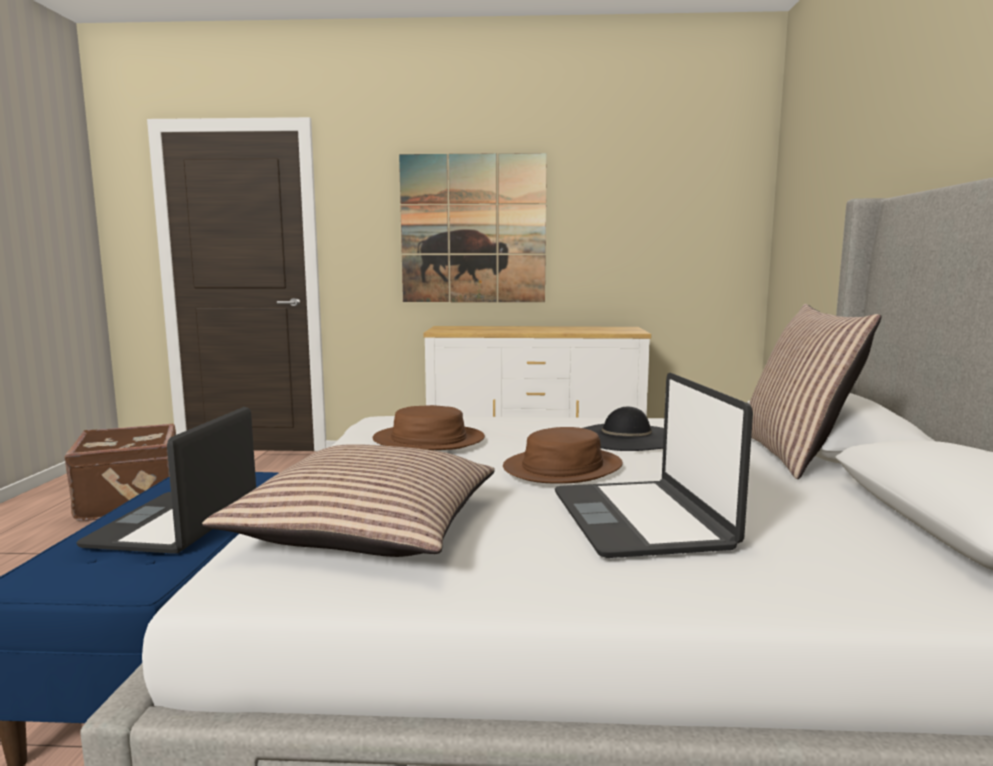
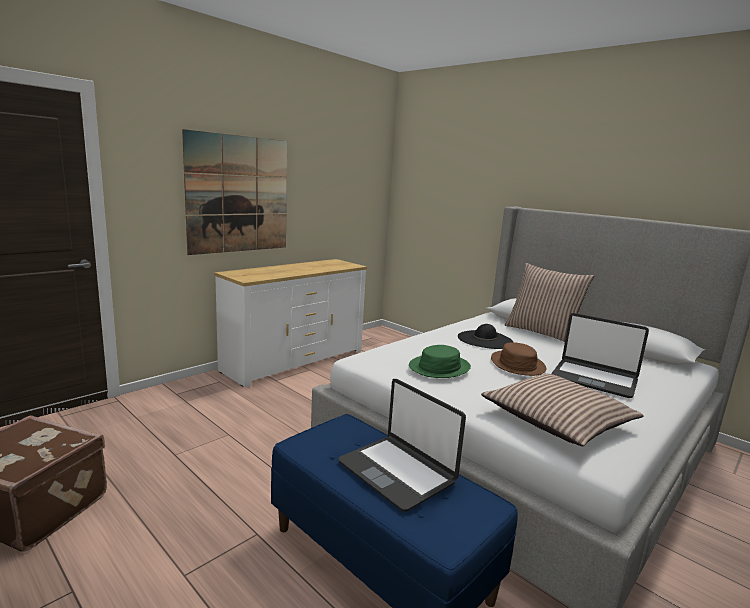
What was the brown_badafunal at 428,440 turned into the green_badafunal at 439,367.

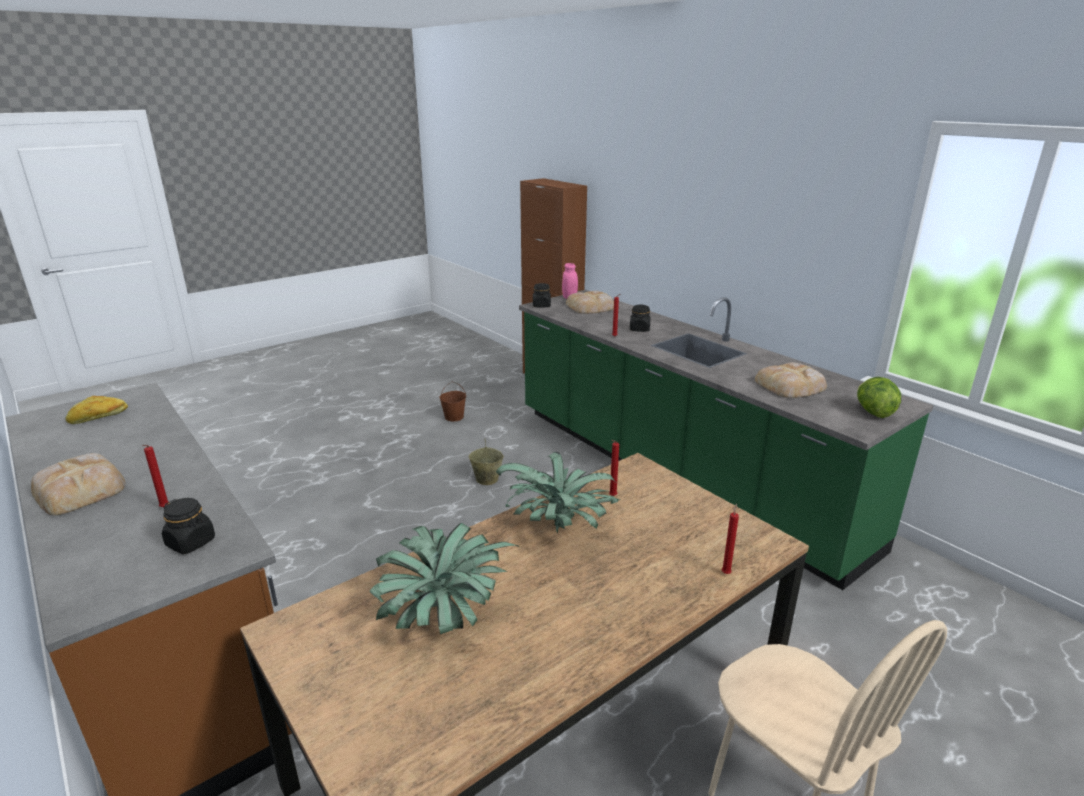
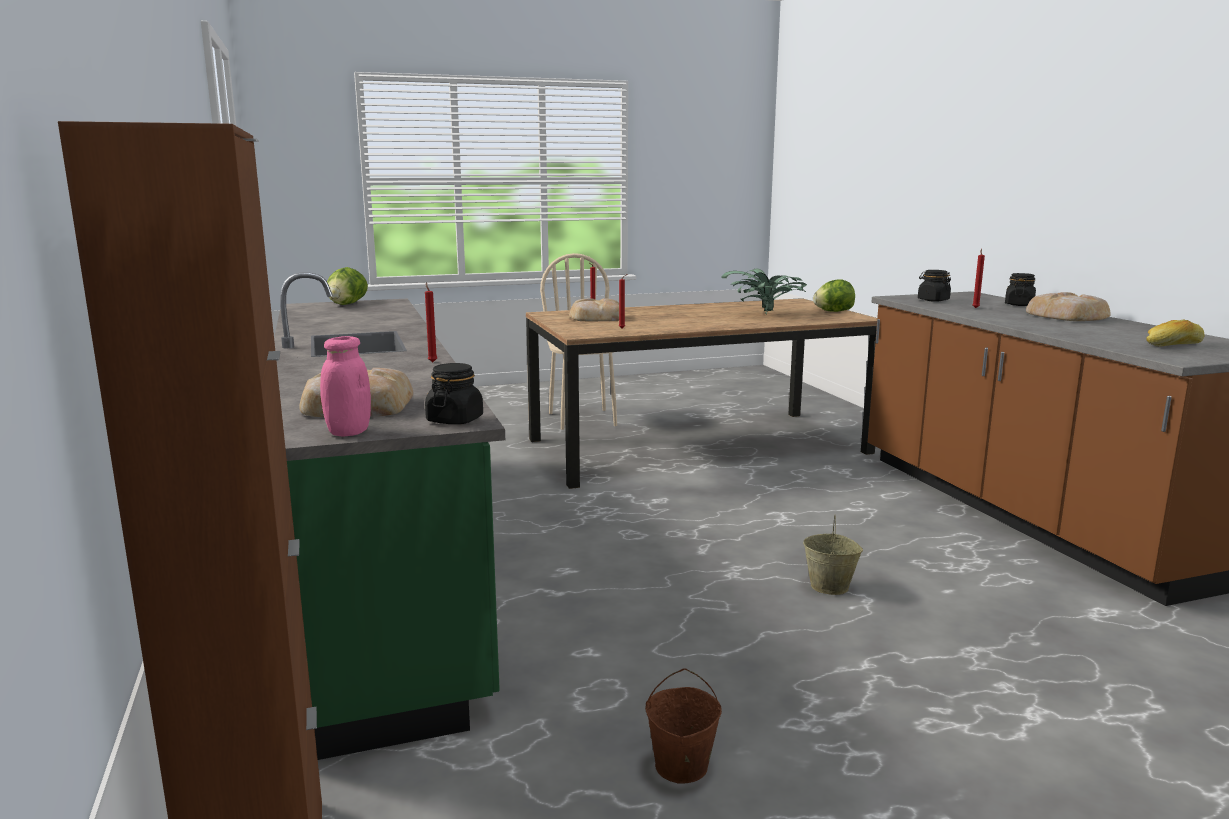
The second view lost the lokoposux at 560,529.
The second view gained the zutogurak at 833,311.
The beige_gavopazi ended up elsewhere, having gone from 486,479 to 830,587.
The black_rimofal ended up elsewhere, having gone from 639,329 to 1019,304.
The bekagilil ended up elsewhere, having gone from 791,386 to 596,317.

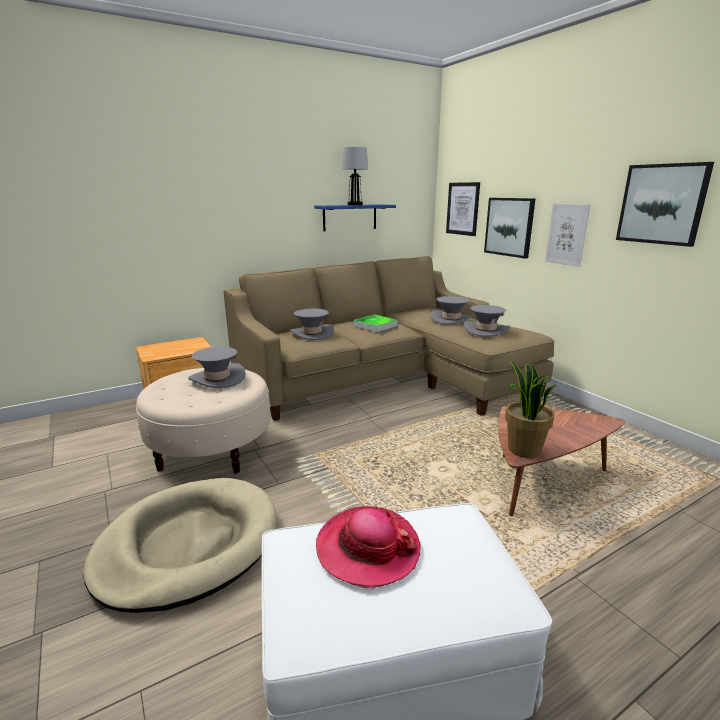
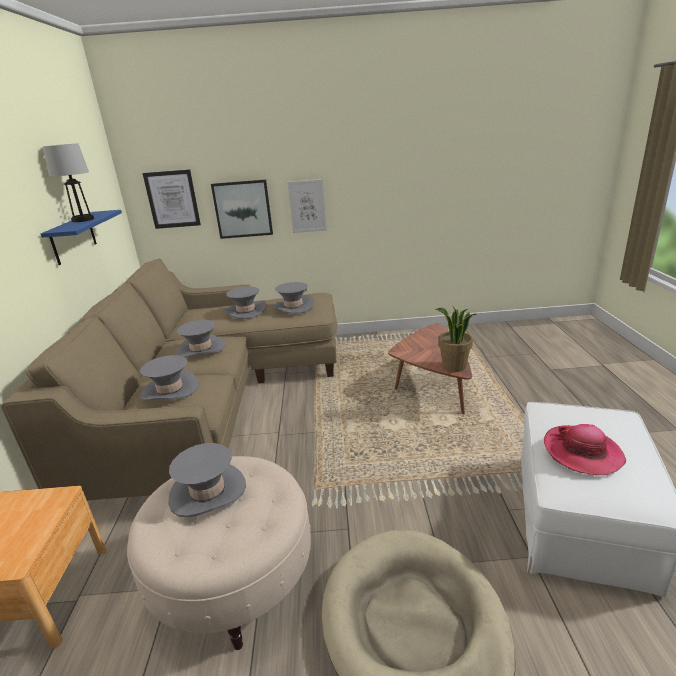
The second view lost the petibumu at 662,204.
Where the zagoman stood at 375,325, the grey_badafunal came to stand at 201,349.

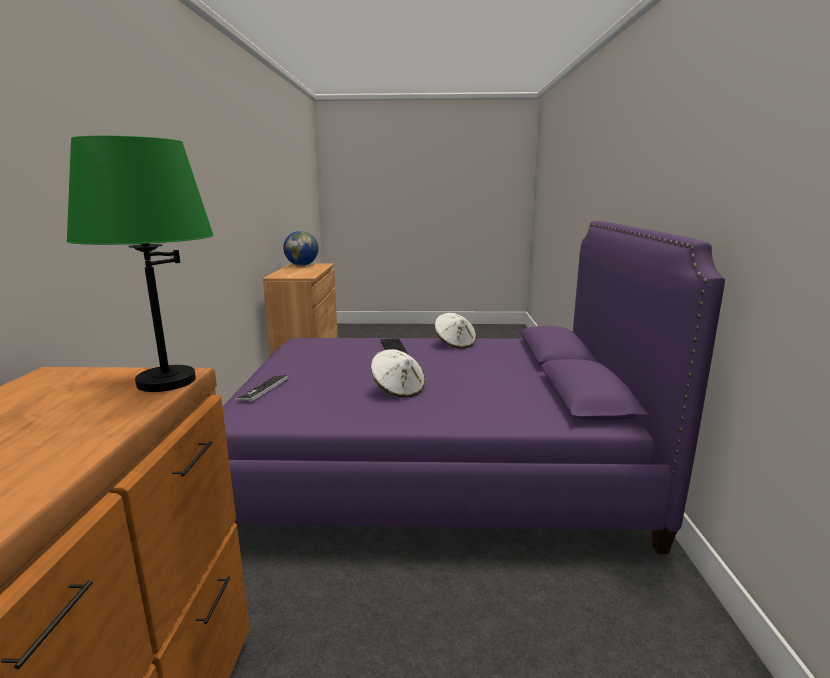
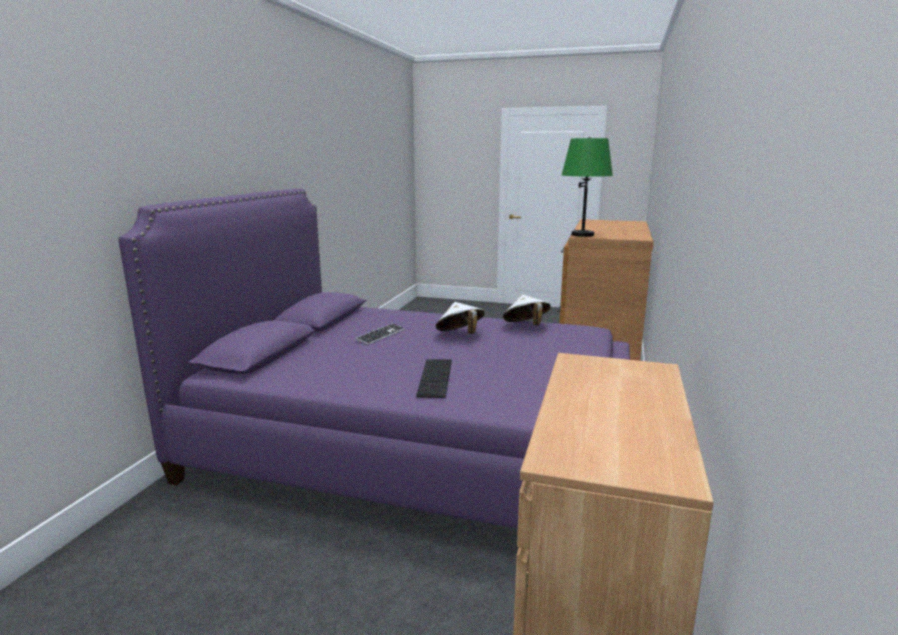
The second view lost the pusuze at 302,265.
The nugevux ended up elsewhere, having gone from 263,389 to 381,335.
The white_badafunal ended up elsewhere, having gone from 455,344 to 526,326.

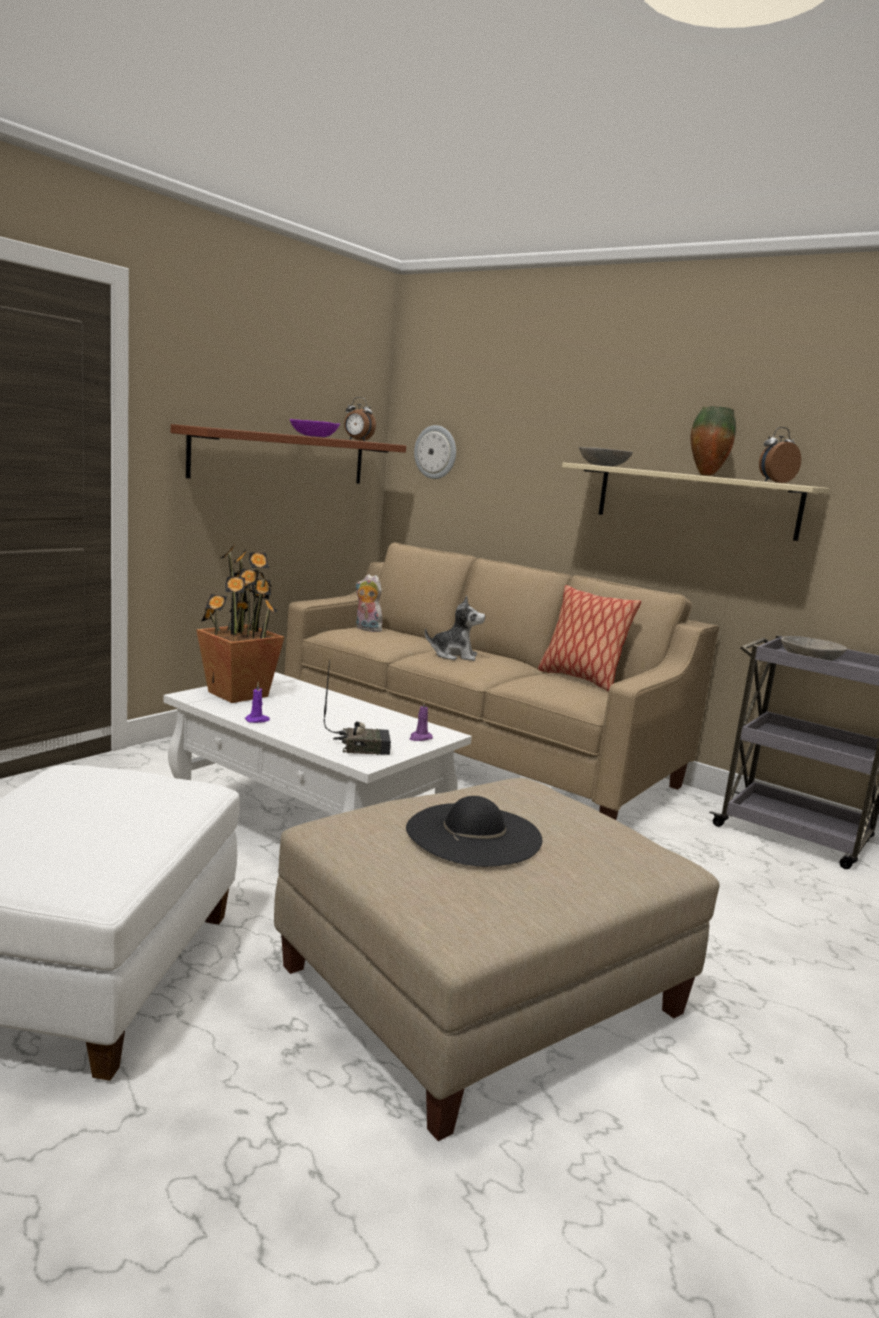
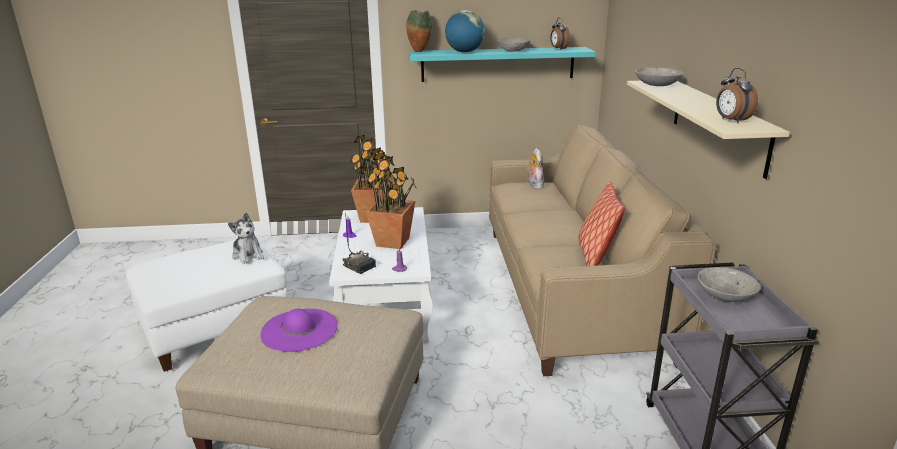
The second view lost the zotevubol at 436,452.
The second view gained the lokoposux at 393,242.
The second view gained the pusuze at 464,52.
The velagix ended up elsewhere, having gone from 454,656 to 248,255.
The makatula ended up elsewhere, having gone from 705,475 to 419,51.
What was the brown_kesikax at 282,457 turned into the turquoise_kesikax at 497,64.
What was the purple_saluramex at 313,436 turned into the grey_saluramex at 513,50.
What was the black_badafunal at 473,834 turned into the purple_badafunal at 299,330.
The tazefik at 774,482 ended up facing another way, 135 degrees counterclockwise from before.

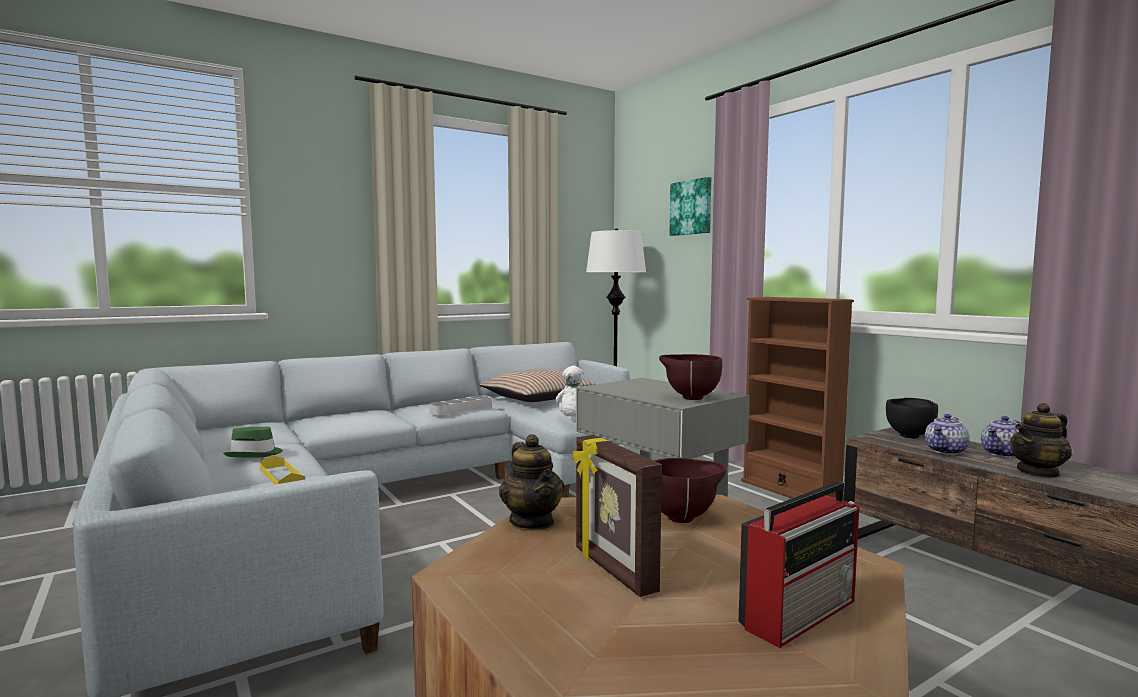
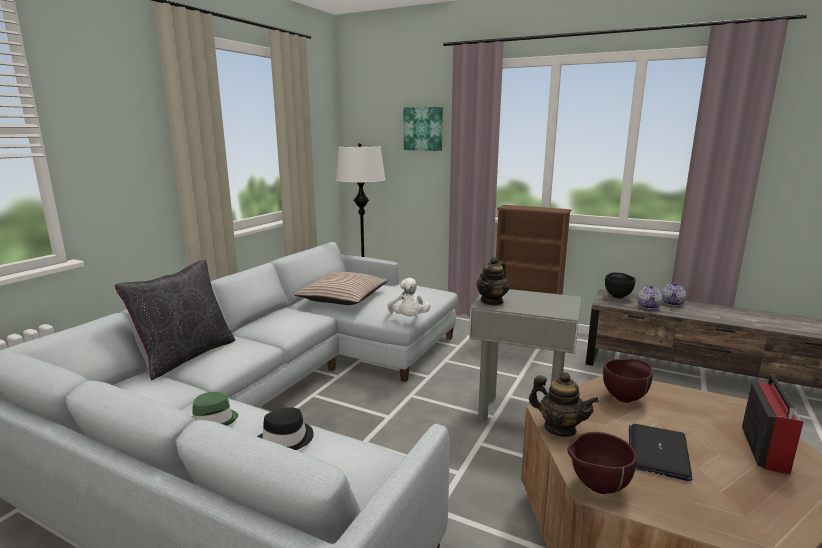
The second view lost the grey_zagoman at 461,409.
The second view gained the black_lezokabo at 186,356.
The brown_saluramex ended up elsewhere, having gone from 689,398 to 596,487.
The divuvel ended up elsewhere, having gone from 1038,472 to 492,301.
Where the yellow_zagoman stood at 281,476, the black_badafunal came to stand at 287,439.
Where the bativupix stood at 612,570, the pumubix came to stand at 658,452.

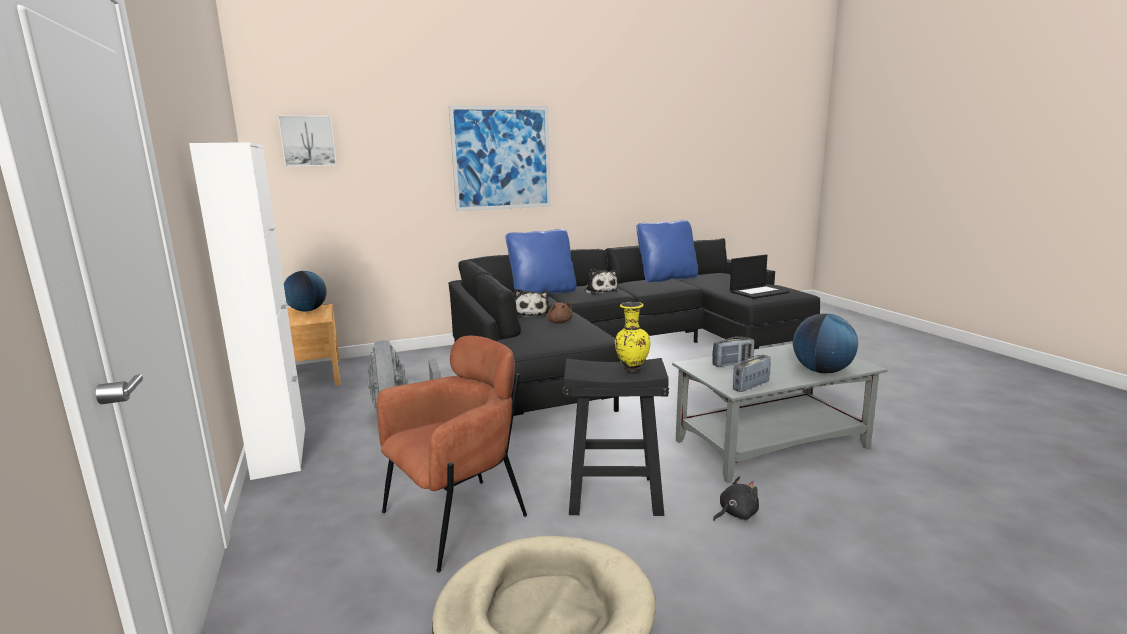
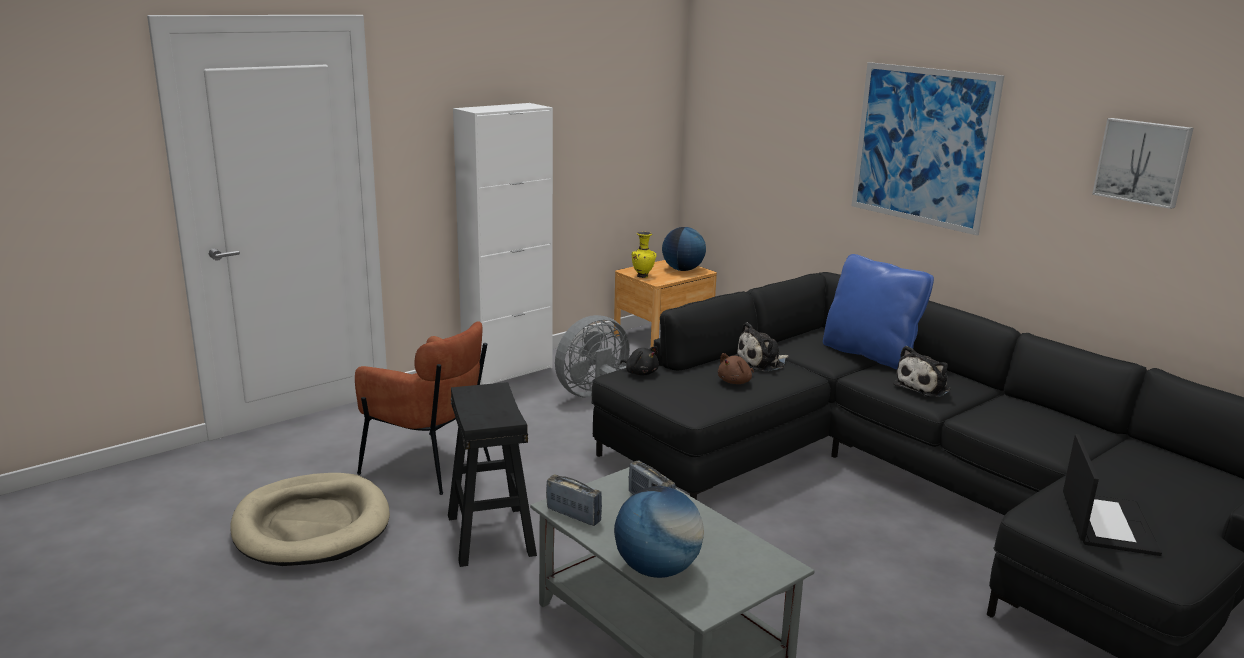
The second view lost the blue_lezokabo at 667,279.
The petibumu ended up elsewhere, having gone from 308,141 to 1142,162.
The yellow_makatula ended up elsewhere, having gone from 631,370 to 643,276.
The black_velagix ended up elsewhere, having gone from 736,514 to 640,373.
The pumubix at 759,292 ended up facing another way, 120 degrees counterclockwise from before.

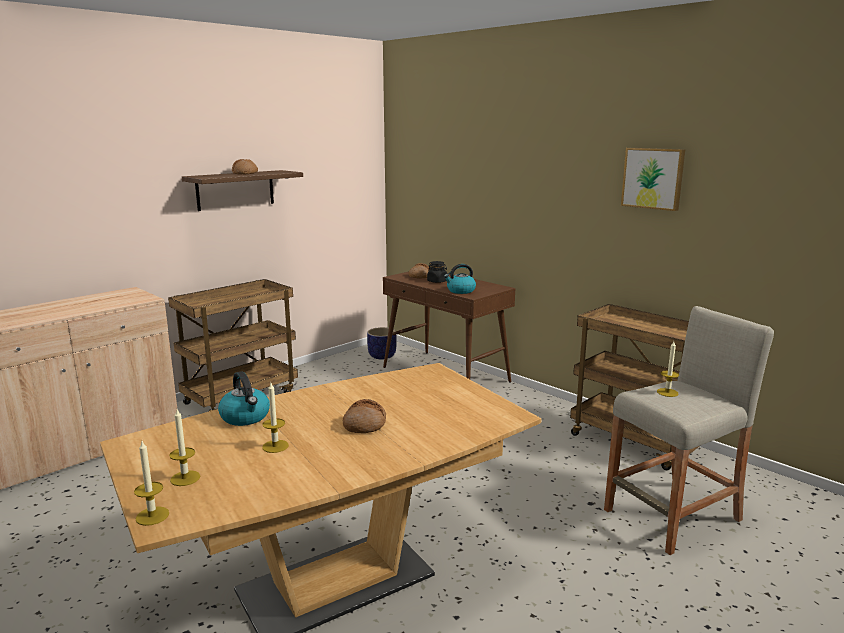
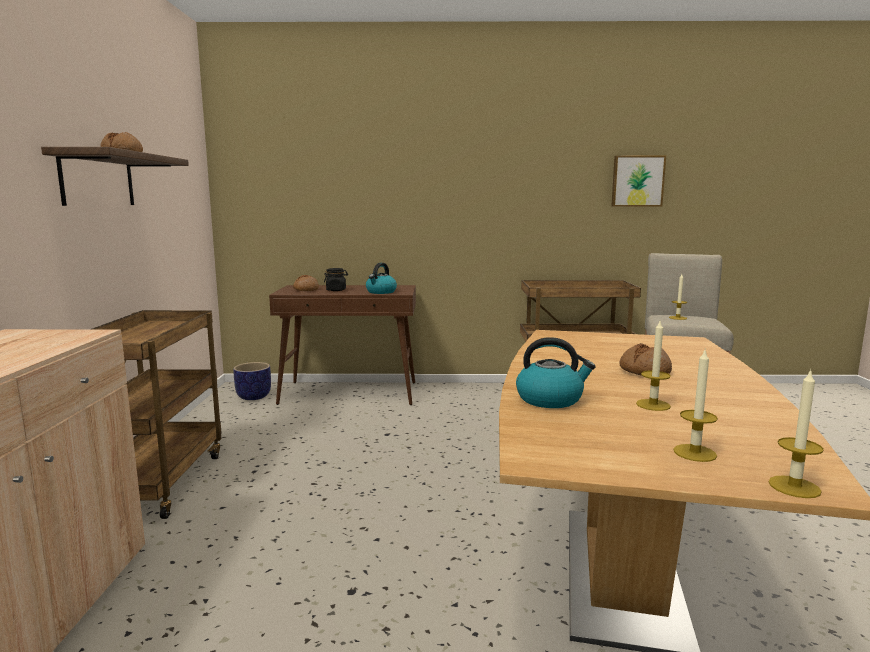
The petibumu ended up elsewhere, having gone from 653,178 to 637,181.

